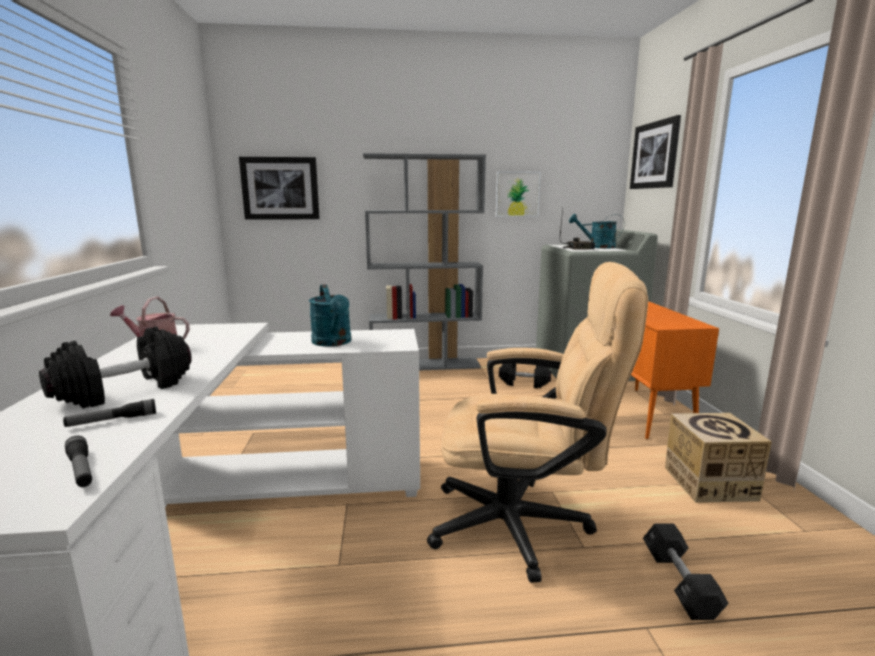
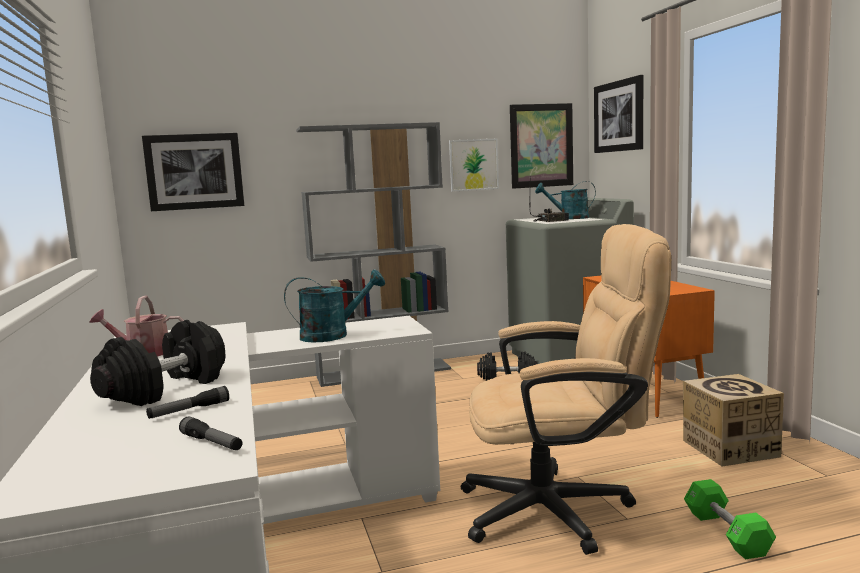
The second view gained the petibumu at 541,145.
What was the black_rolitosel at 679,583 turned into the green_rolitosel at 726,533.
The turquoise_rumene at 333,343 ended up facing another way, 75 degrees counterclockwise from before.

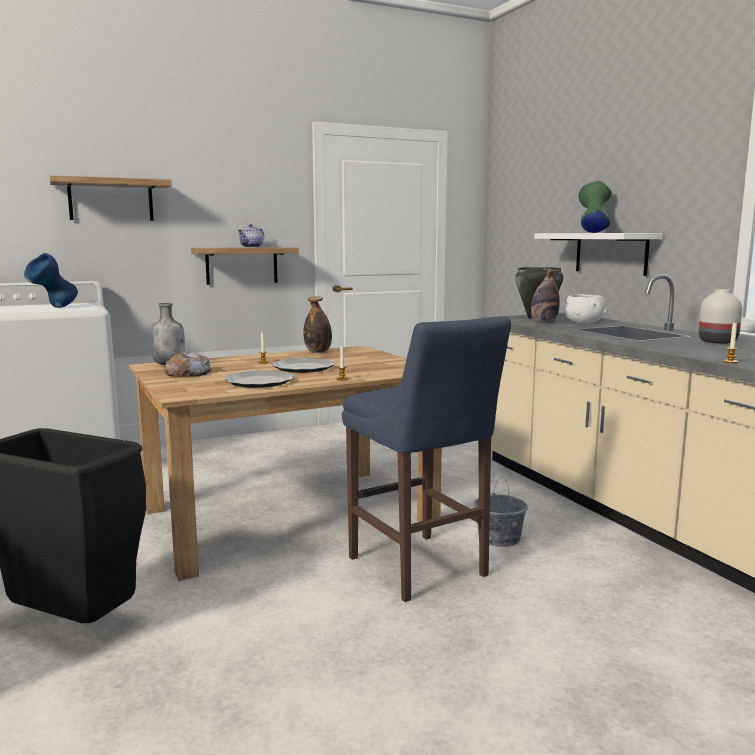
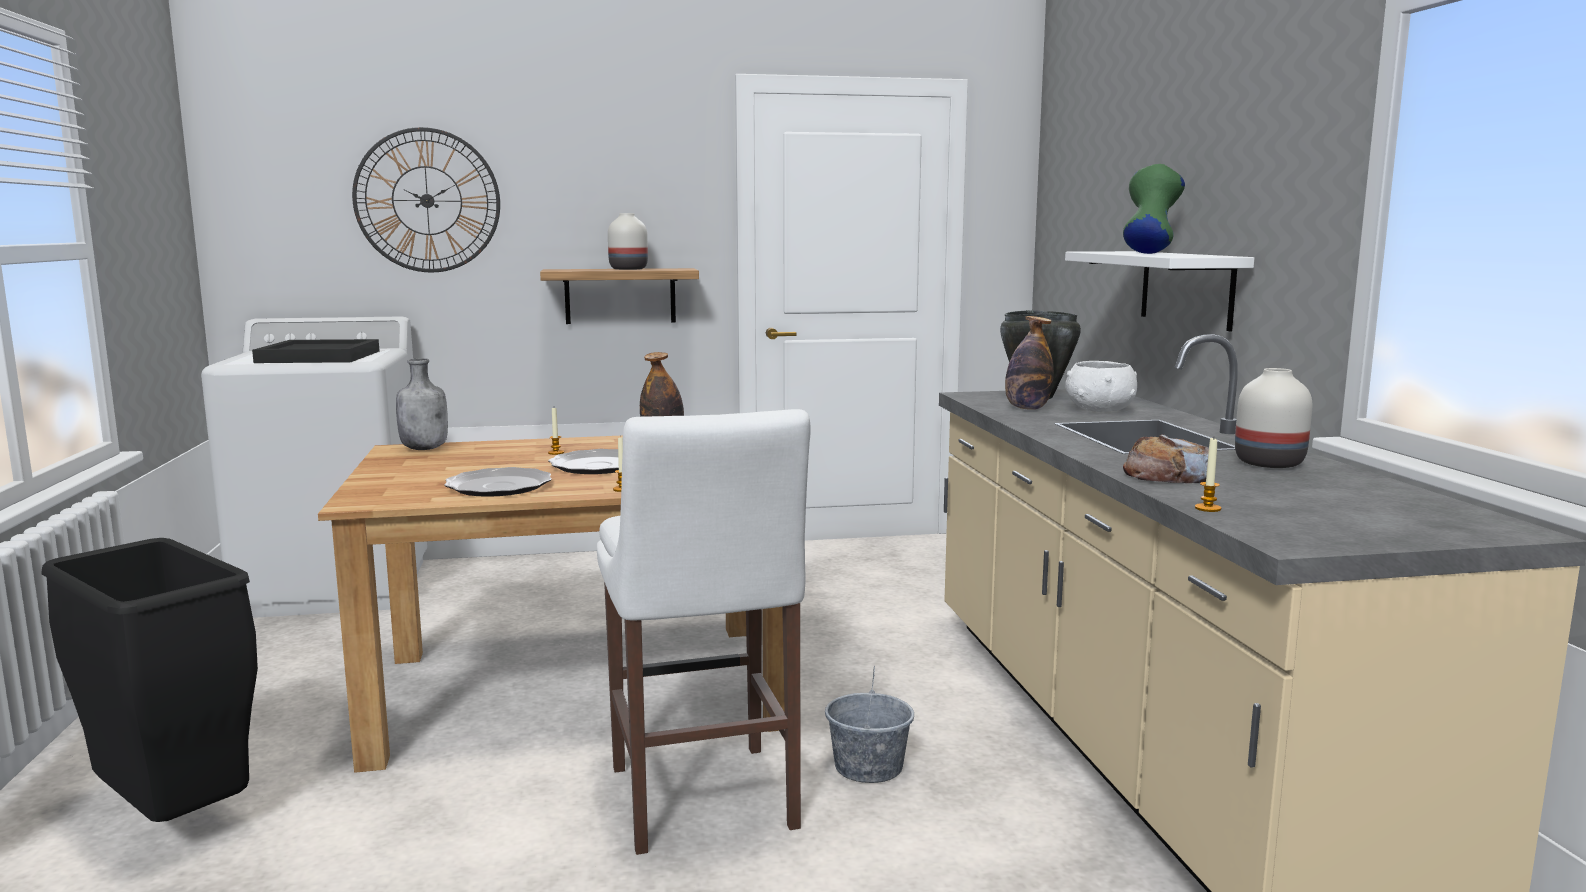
The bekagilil ended up elsewhere, having gone from 188,373 to 1167,475.
Where the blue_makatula stood at 53,308, the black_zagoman came to stand at 319,357.
Where the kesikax hung at 111,200, the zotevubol came to hang at 427,200.
Where the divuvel stood at 251,247, the white_makatula came to stand at 629,269.
What was the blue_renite at 420,569 turned into the white_renite at 703,803.

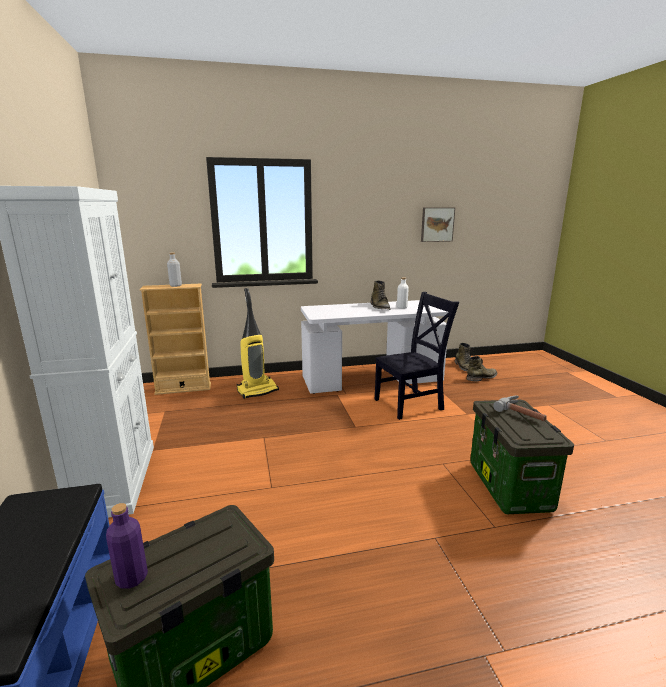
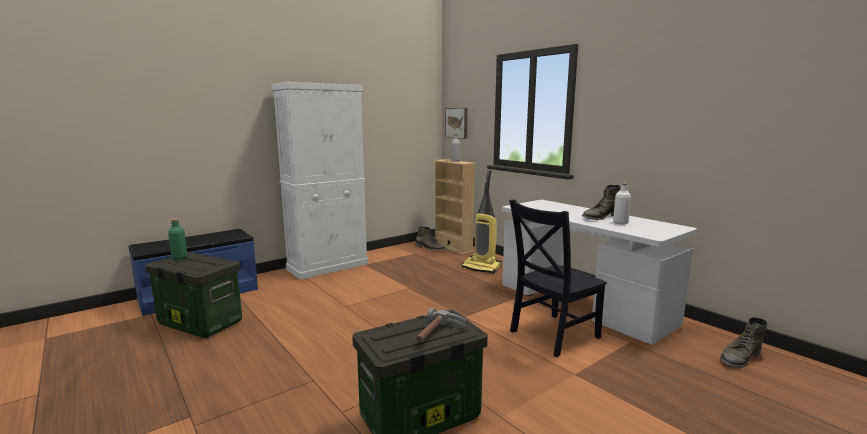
The petibumu ended up elsewhere, having gone from 437,224 to 457,123.
The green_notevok ended up elsewhere, having gone from 482,378 to 430,248.
What was the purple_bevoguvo at 132,578 turned into the green_bevoguvo at 179,257.
The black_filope at 411,404 ended up facing another way, 105 degrees clockwise from before.

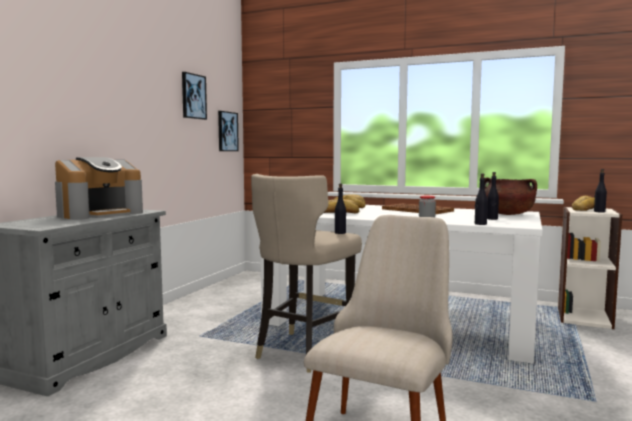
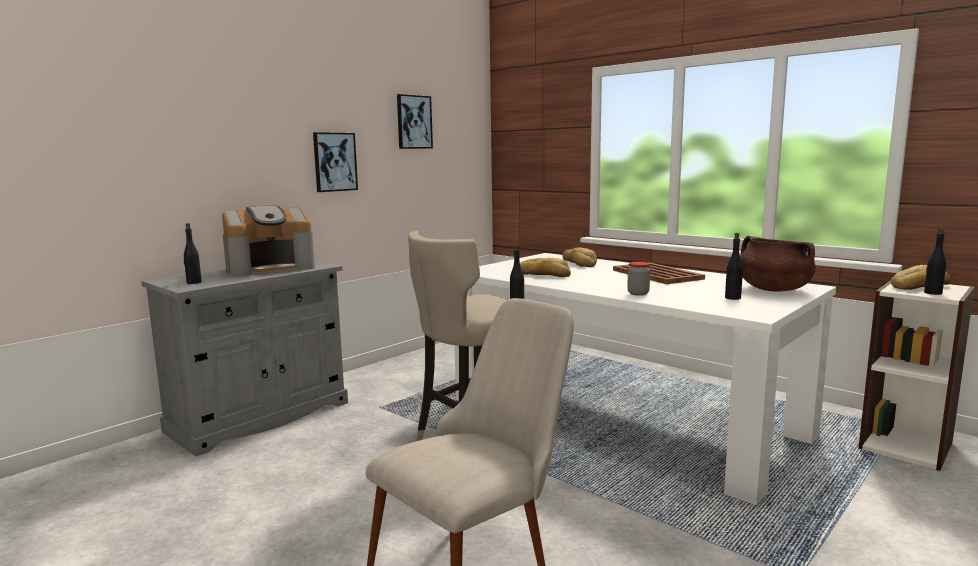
The petibumu ended up elsewhere, having gone from 227,131 to 334,162.
The black_bevoguvo ended up elsewhere, having gone from 480,224 to 194,282.

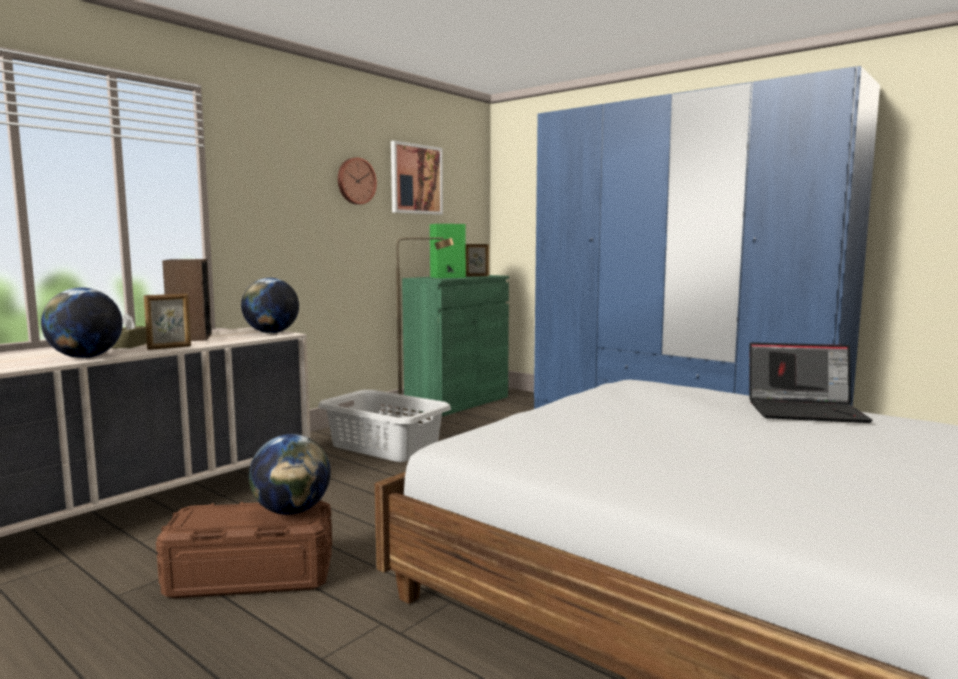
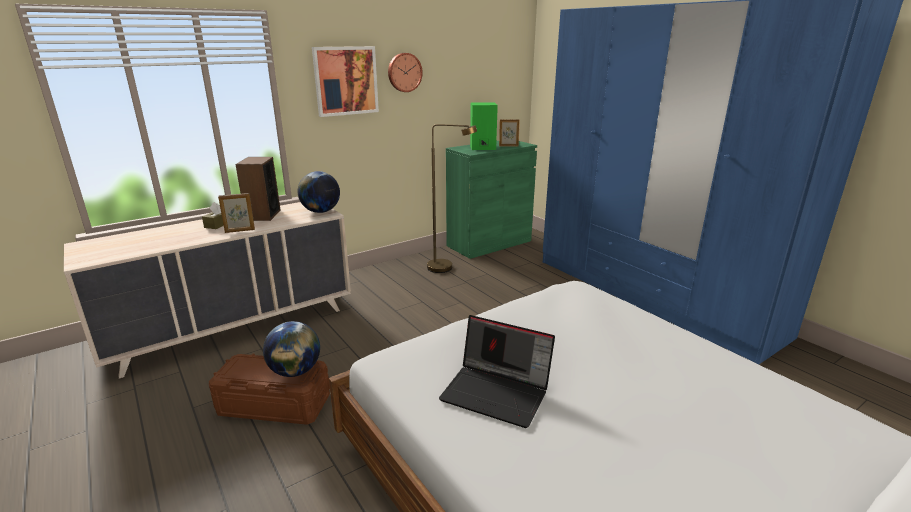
The second view lost the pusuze at 85,357.
The second view lost the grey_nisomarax at 385,446.
The petibumu ended up elsewhere, having gone from 416,179 to 346,81.
The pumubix ended up elsewhere, having gone from 806,411 to 497,392.

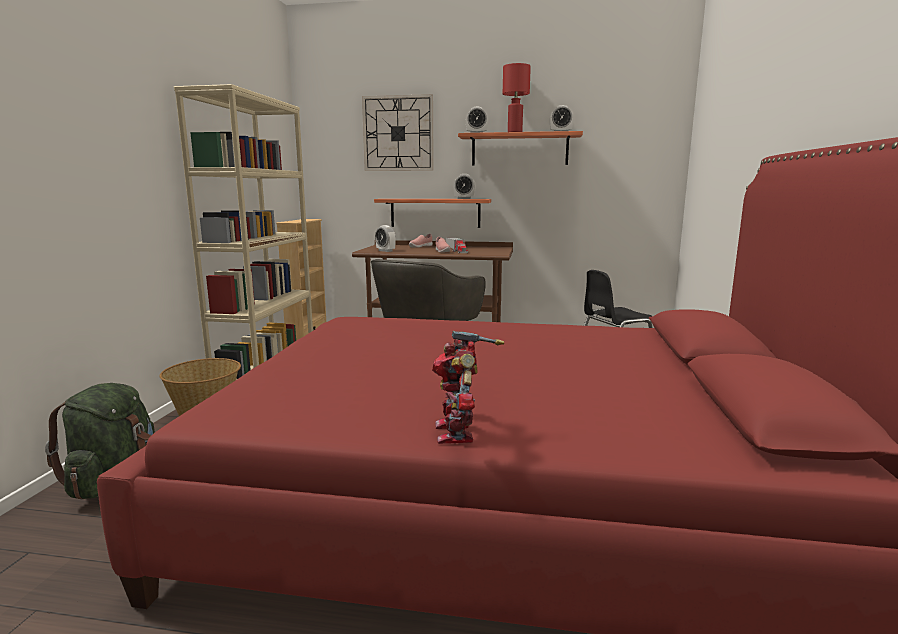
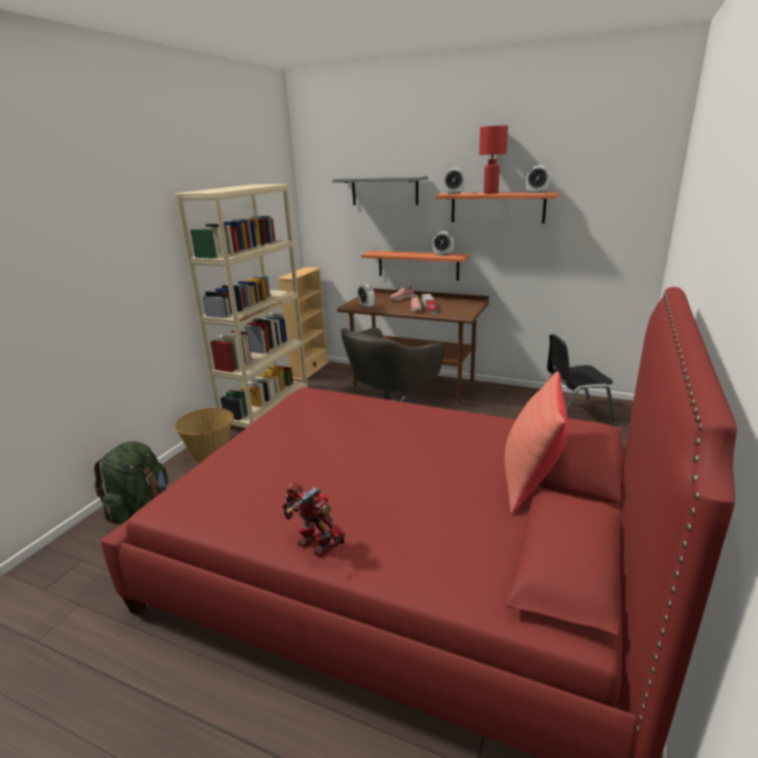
The second view gained the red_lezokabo at 531,480.
Where the zotevubol hung at 398,133, the grey_kesikax came to hang at 384,191.
The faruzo at 458,432 ended up facing another way, 120 degrees clockwise from before.

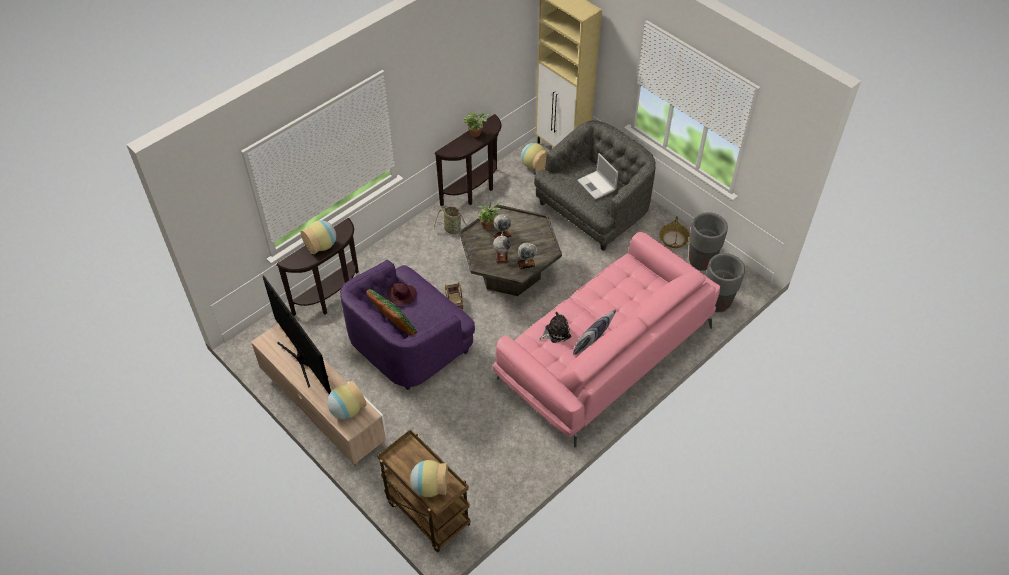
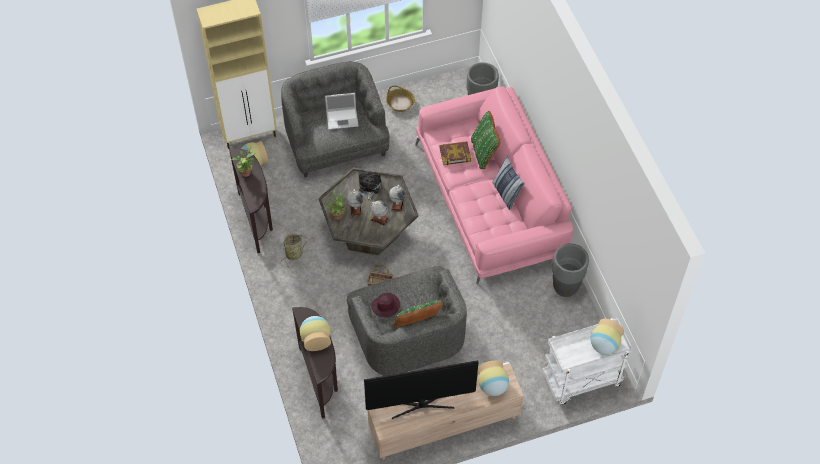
The second view gained the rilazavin at 455,154.
The second view gained the green_lezokabo at 484,152.
The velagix ended up elsewhere, having gone from 556,332 to 369,187.
The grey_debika ended up elsewhere, having gone from 701,261 to 565,287.
What was the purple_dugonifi at 409,345 turned into the grey_dugonifi at 408,335.
What was the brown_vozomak at 426,513 turned into the white_vozomak at 581,381.

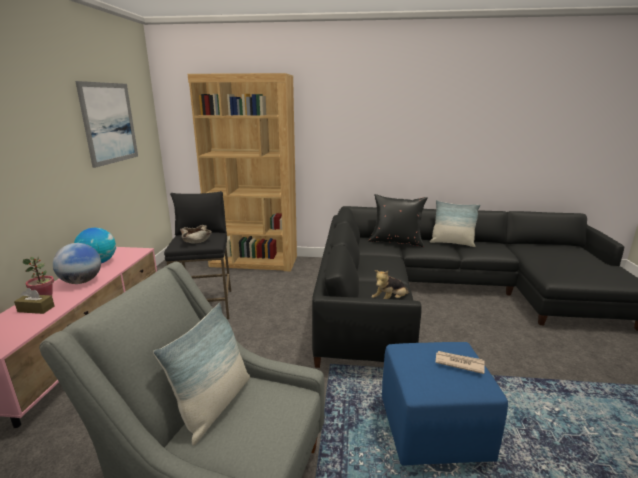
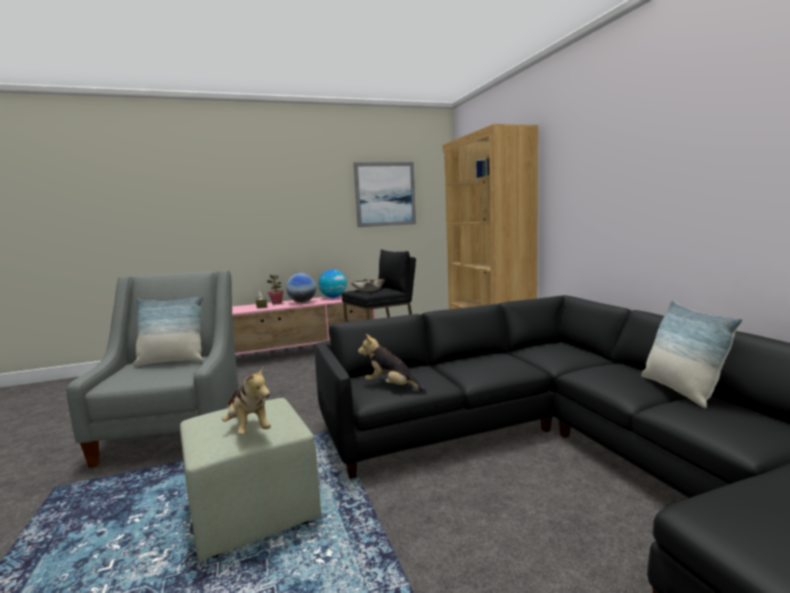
The second view lost the black_lezokabo at 396,242.
Where the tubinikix stood at 458,363, the velagix came to stand at 248,429.
What was the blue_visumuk at 432,430 turned into the green_visumuk at 252,511.

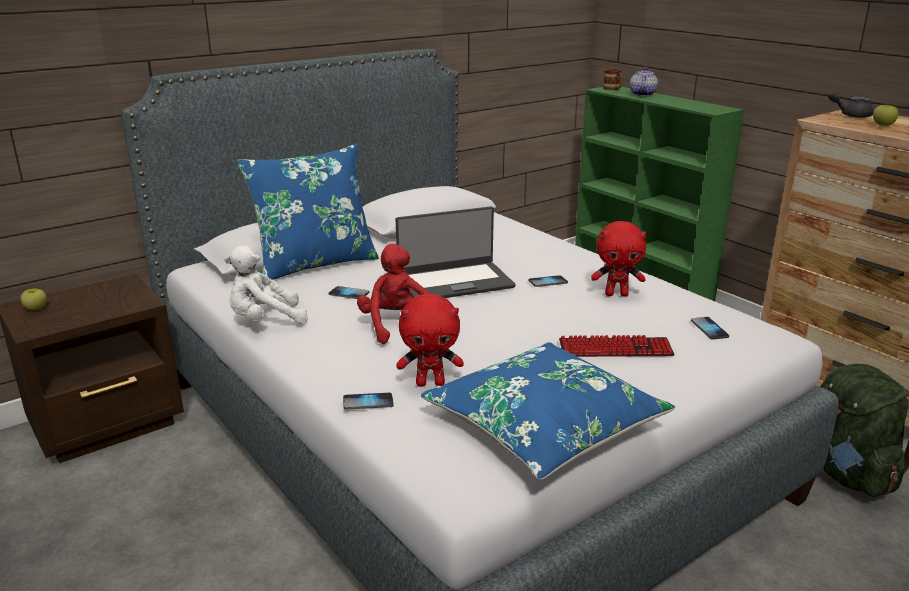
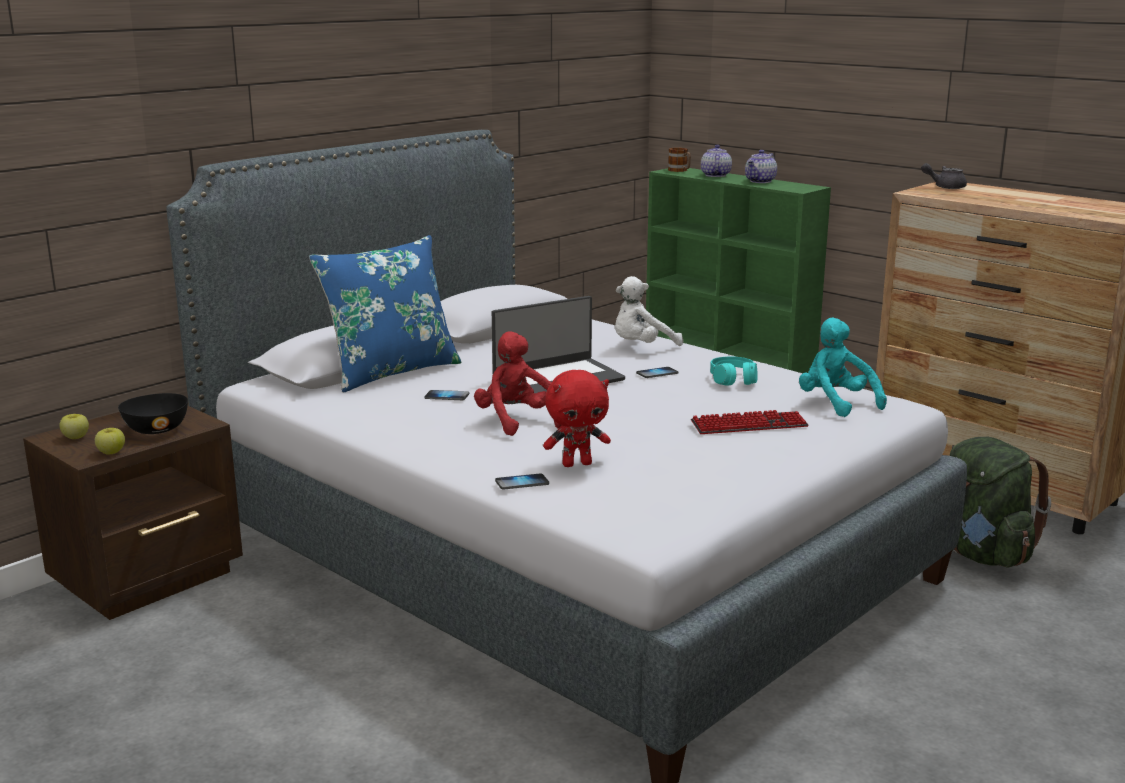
The second view lost the blue_lezokabo at 544,425.
The second view gained the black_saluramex at 157,429.
The second view gained the divuvel at 760,181.
The white_velagix ended up elsewhere, having gone from 265,321 to 642,347.
The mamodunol ended up elsewhere, having gone from 883,125 to 111,452.
Where the red_velagix stood at 617,294, the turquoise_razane came to stand at 733,380.
Where the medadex stood at 709,329, the turquoise_velagix came to stand at 835,403.

